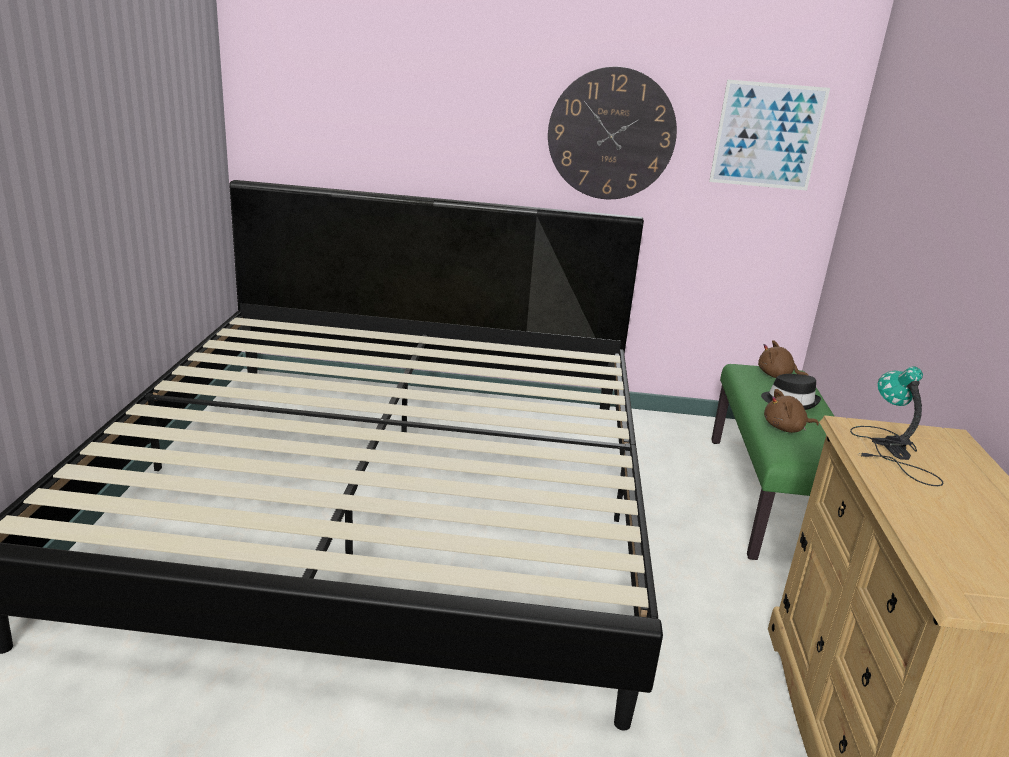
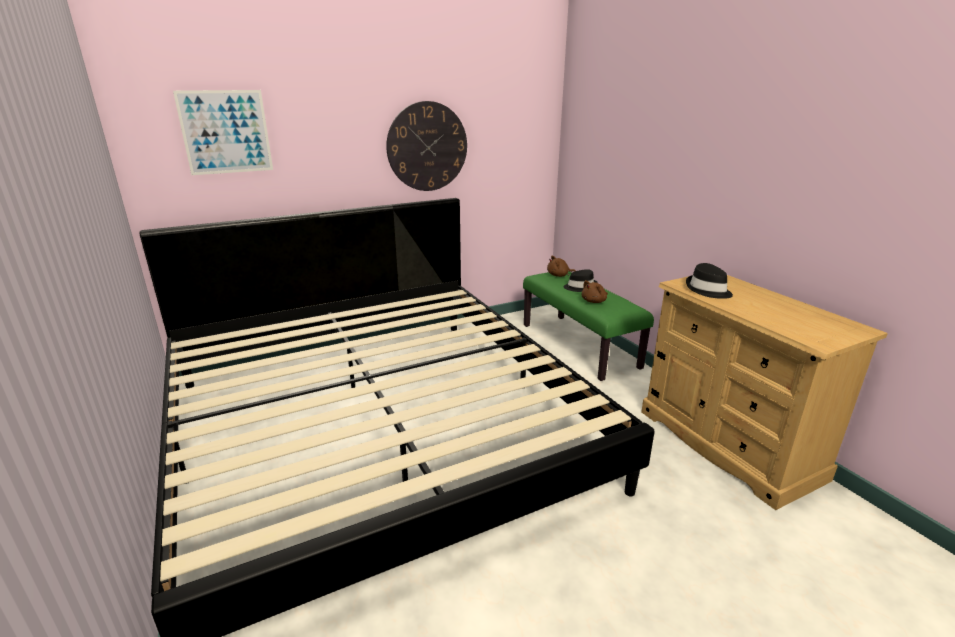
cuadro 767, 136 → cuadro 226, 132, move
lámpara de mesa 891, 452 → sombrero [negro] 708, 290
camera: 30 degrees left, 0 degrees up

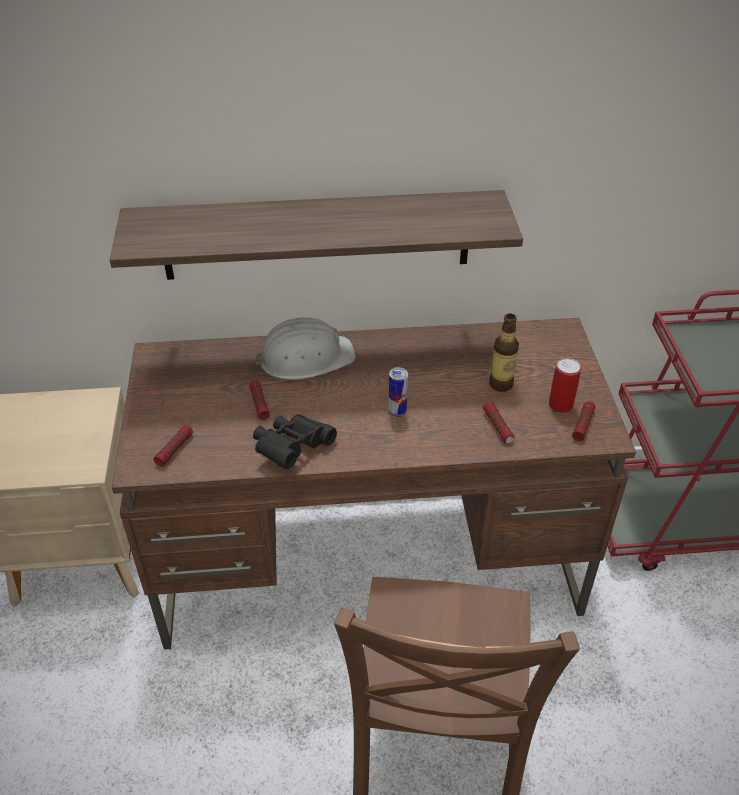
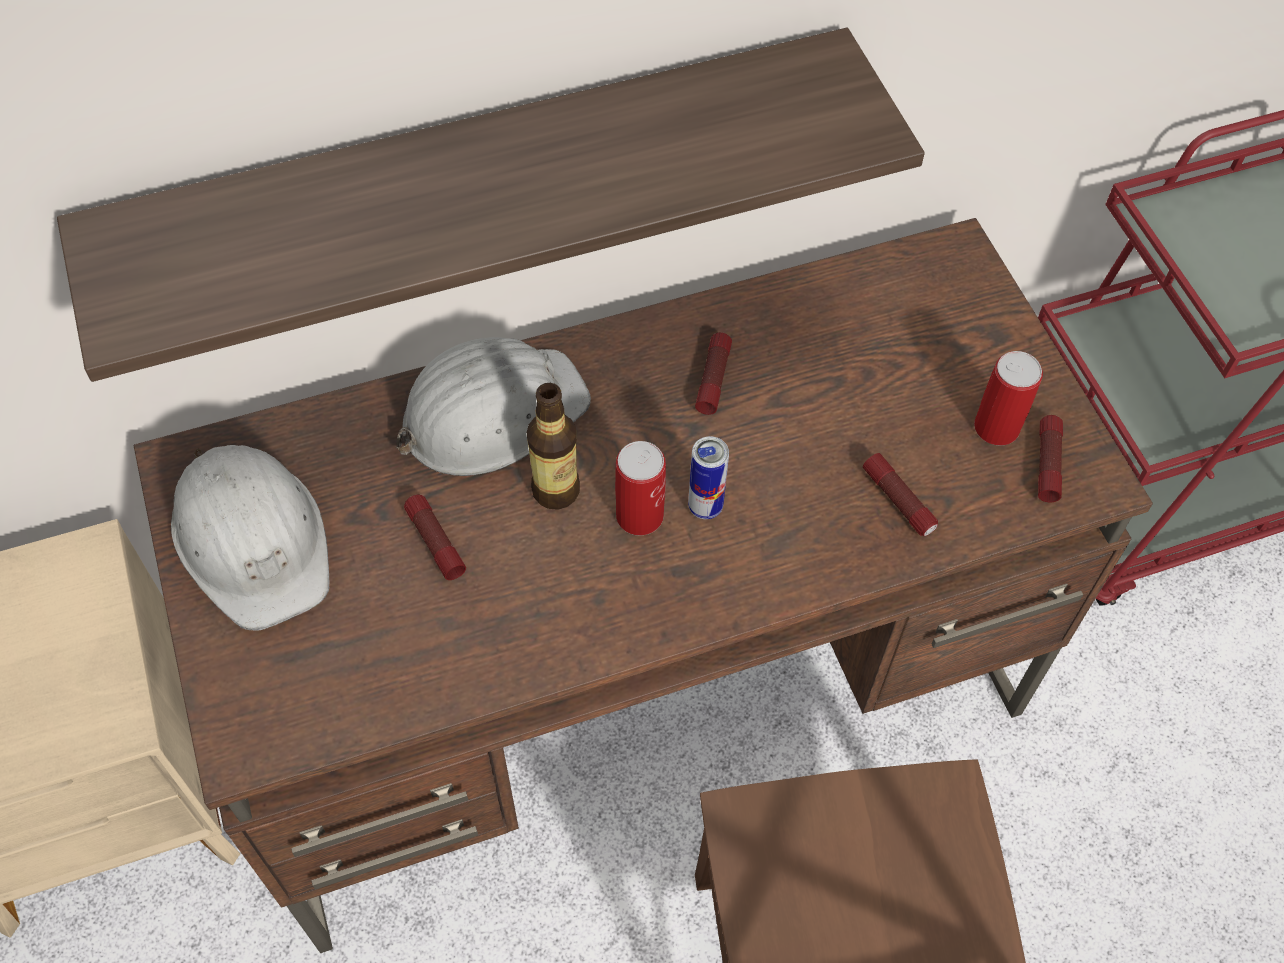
prismáticos [negro] 292, 449 → -
- → casco [blanco] 254, 539
- → lata 639, 515
linterna 174, 449 → linterna 713, 379, move
botella 501, 384 → botella 556, 490, move
camera: 15 degrees left, 15 degrees up

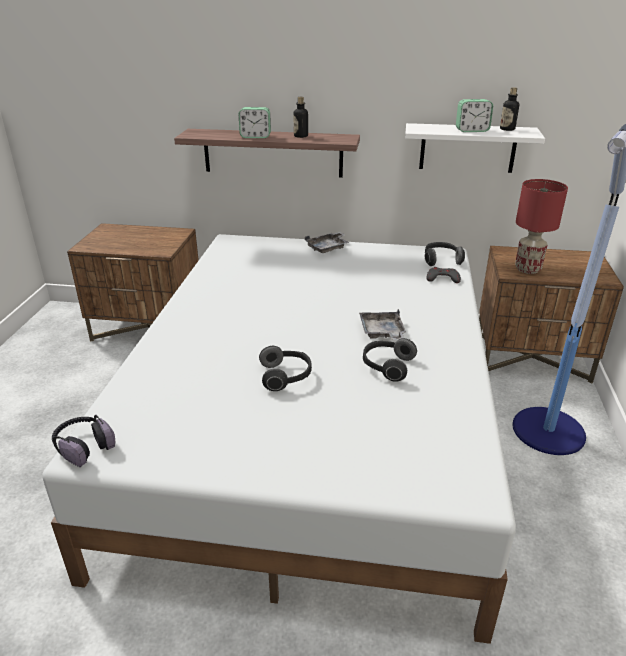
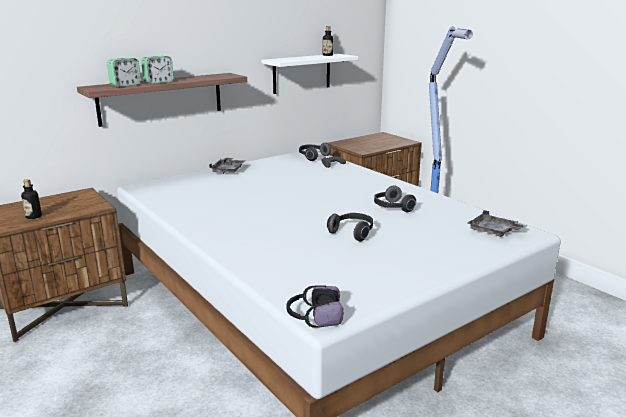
lámpara de mesa [rojo] 527, 269 → -
botella 301, 136 → botella 33, 216, move
bandeja [gris] 382, 332 → bandeja [gris] 494, 231, move
despertador 472, 130 → despertador 125, 85, move
camera: 45 degrees left, 10 degrees down

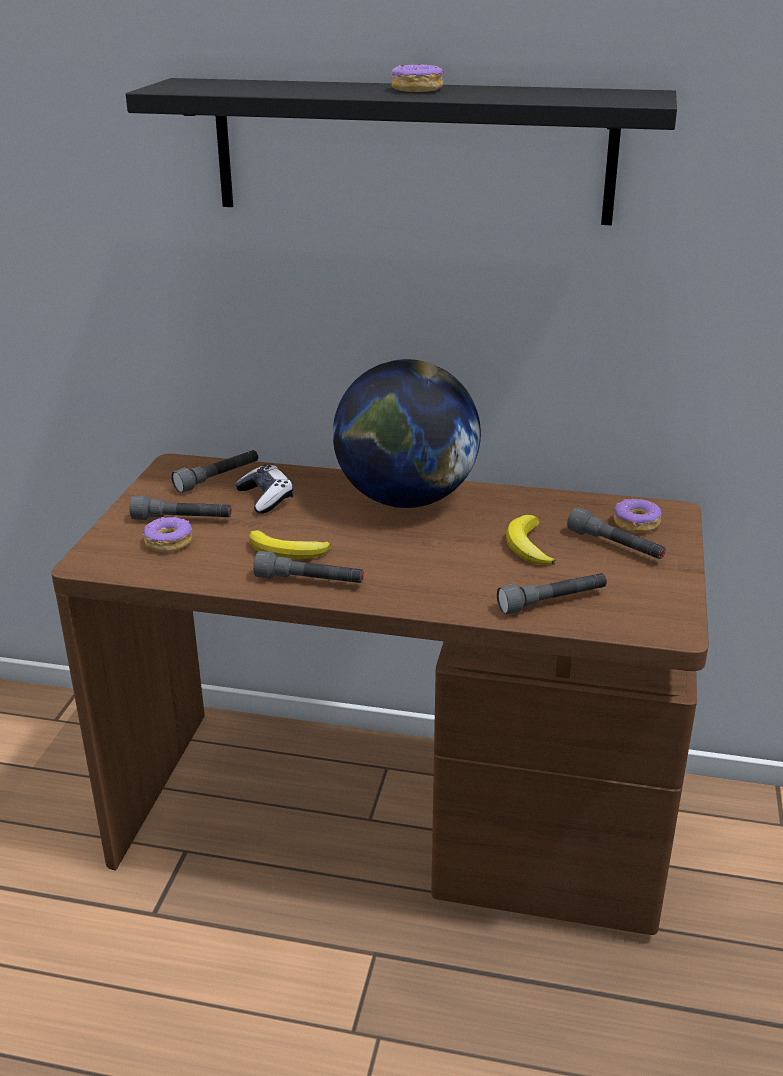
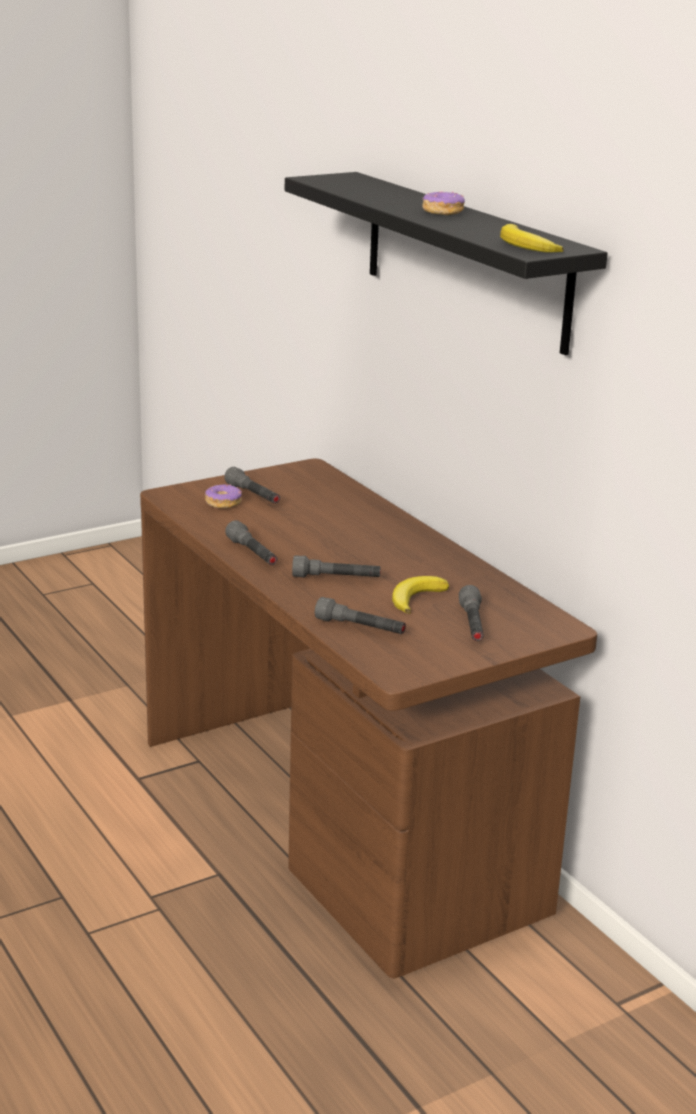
mando de consola 266, 498 → -
globo terráqueo 405, 499 → -
rosquilla 636, 524 → -
linterna [gris] 218, 478 → linterna [gris] 336, 578, move
plátano 288, 552 → plátano 526, 246, move
camera: 45 degrees right, 5 degrees down

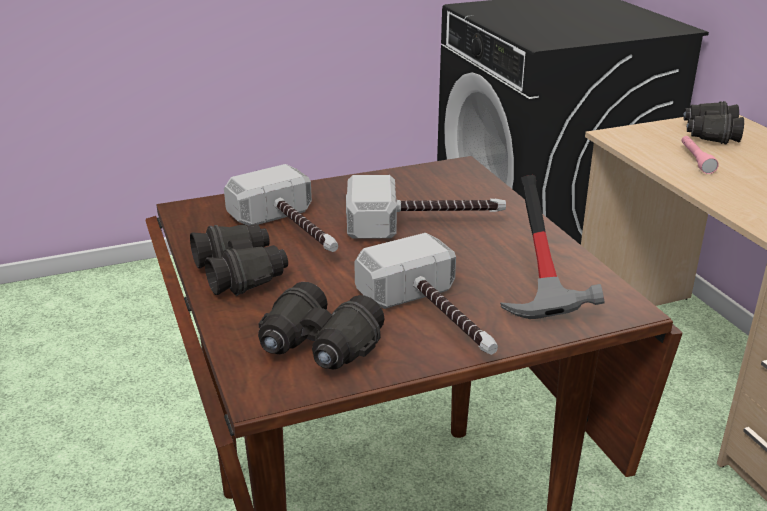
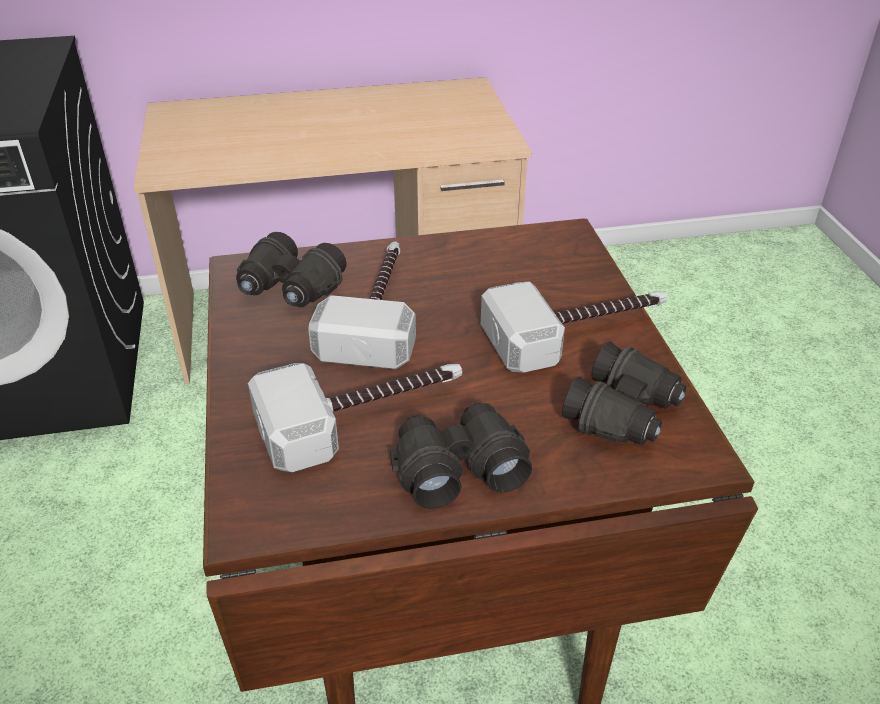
martillo 545, 283 → -
linterna [rosa] 695, 160 → -
prismáticos [negro] 709, 134 → prismáticos [negro] 290, 289, move
camera: 80 degrees left, 10 degrees up

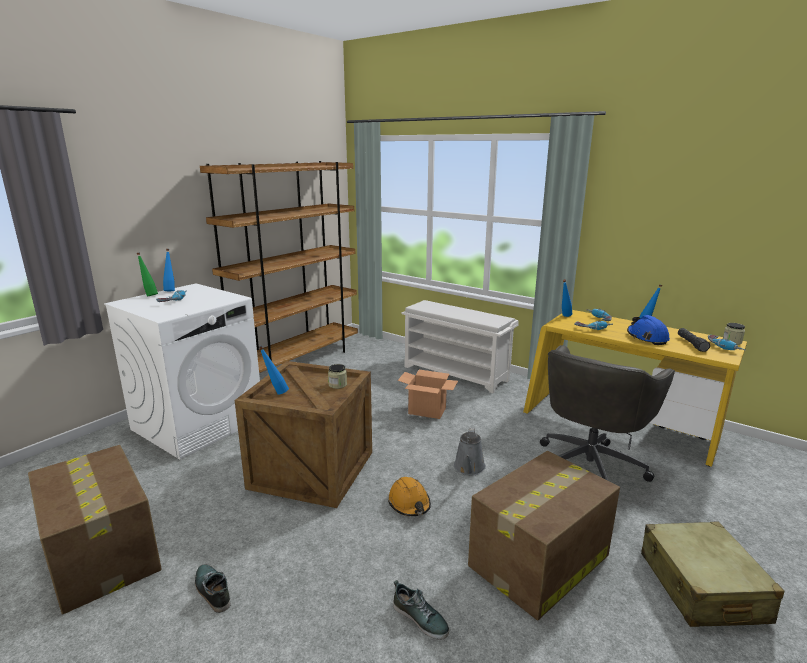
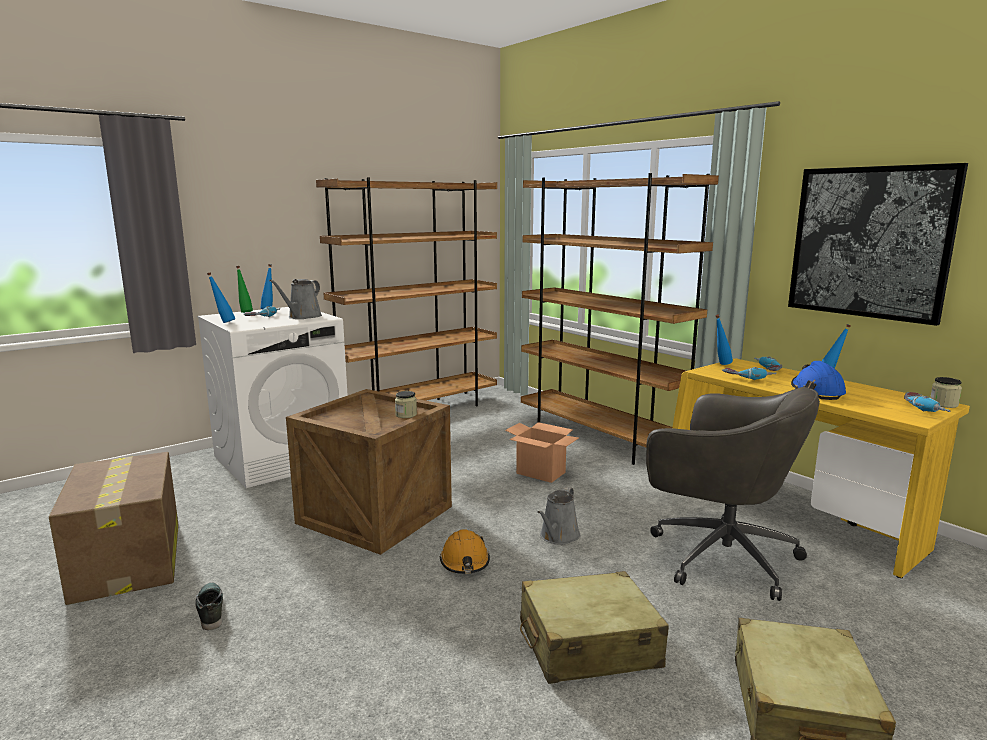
zapato 420, 618 → -
linterna [negro] 691, 344 → -
- → regadera [gris] 302, 317
- → cuadro 869, 242
botella [azul] 275, 393 → botella [azul] 223, 322, move
zapatero [blanco] 456, 373 → estantería [marrón] 600, 438
caja de cartón 538, 561 → maleta [beis] 588, 645
silla de oficina [gris] 590, 467 → silla de oficina [gris] 719, 556, 105 degrees counterclockwise
camera: 15 degrees right, 5 degrees down

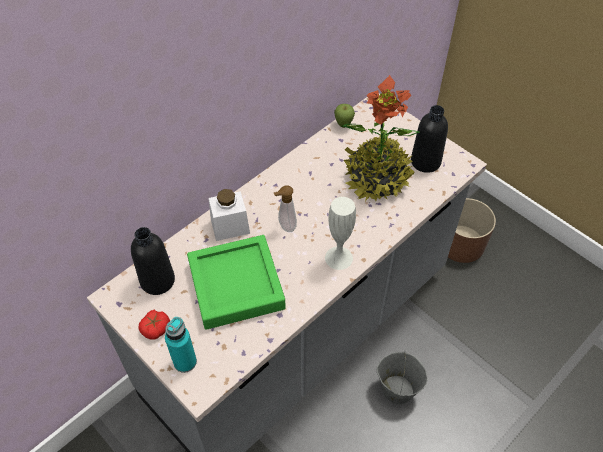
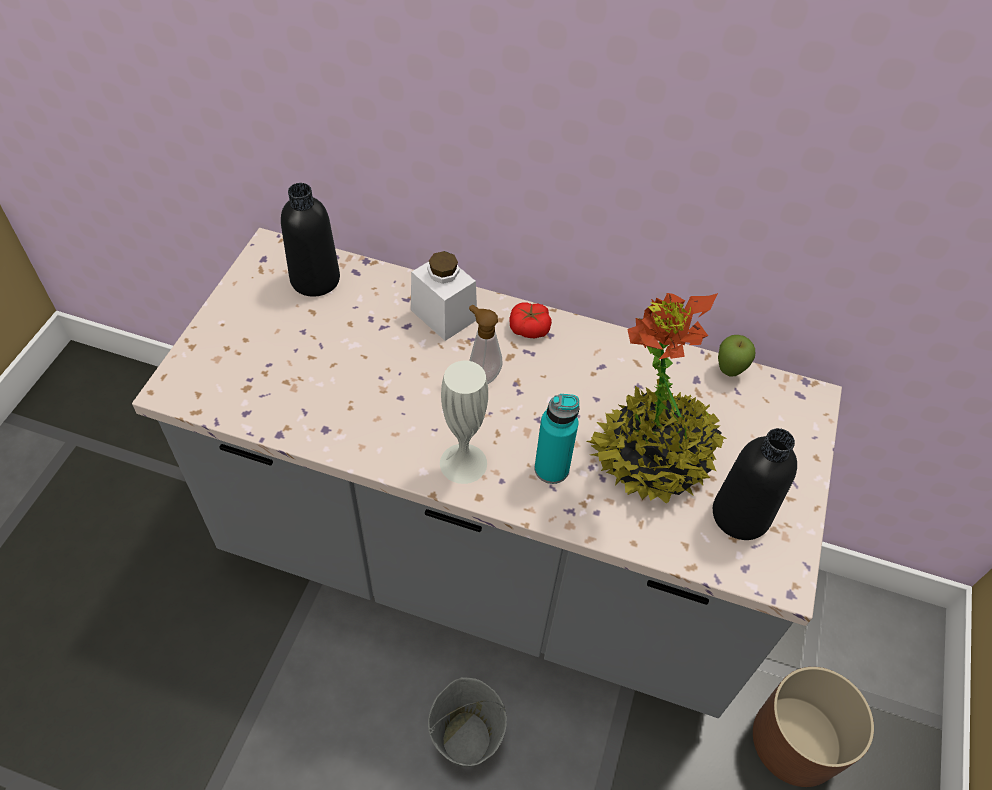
bandeja [verde] 236, 286 → -
tomate 156, 328 → tomate 529, 328, move
botella [turquesa] 185, 362 → botella [turquesa] 551, 469, move
camera: 60 degrees right, 0 degrees up

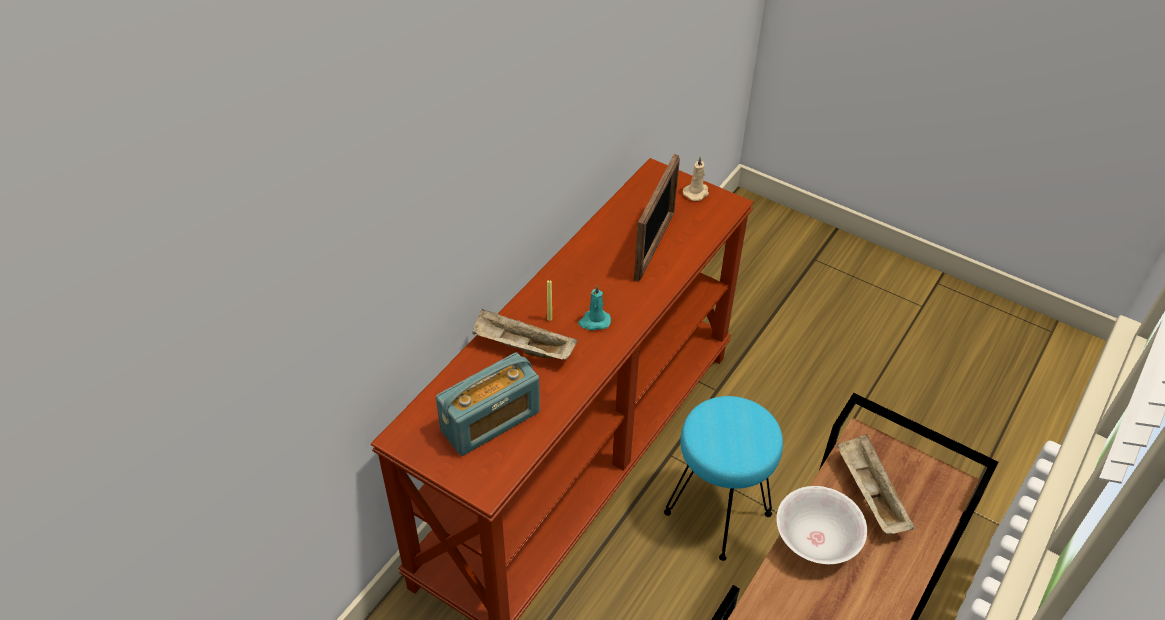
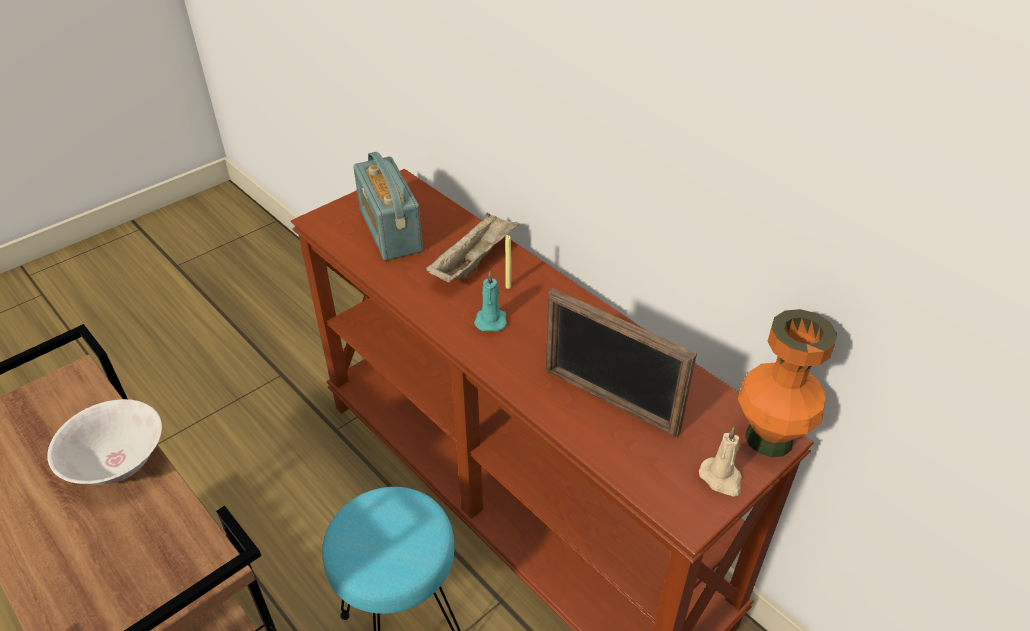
bandeja [beis] 869, 494 → -
- → florero [naranja] 769, 438
camera: 105 degrees right, 5 degrees down

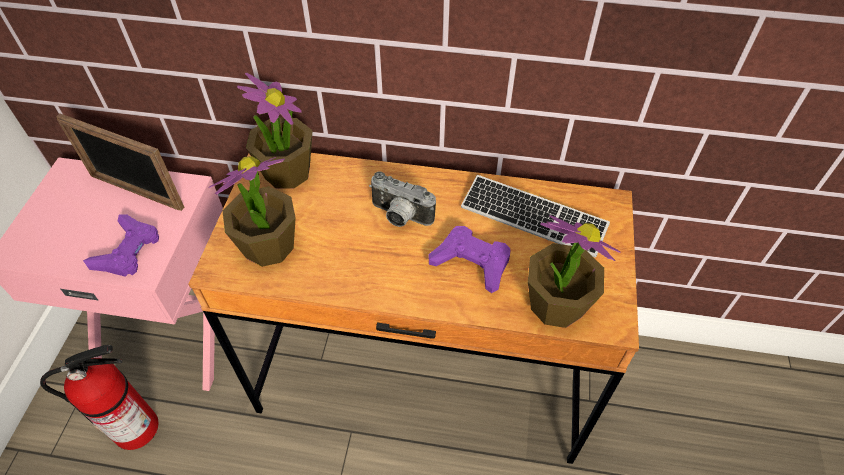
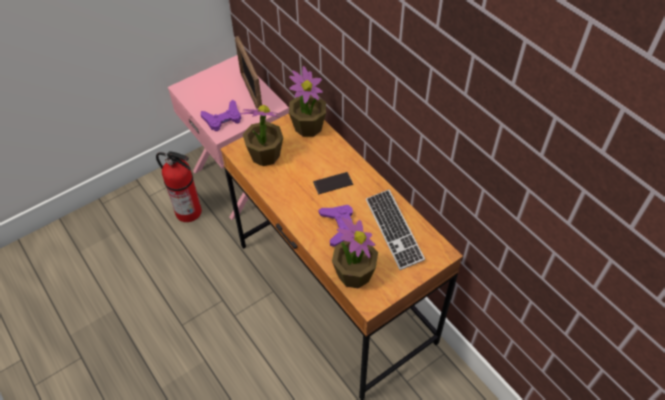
cámara 399, 217 → móvil 333, 183
camera: 45 degrees right, 0 degrees up

